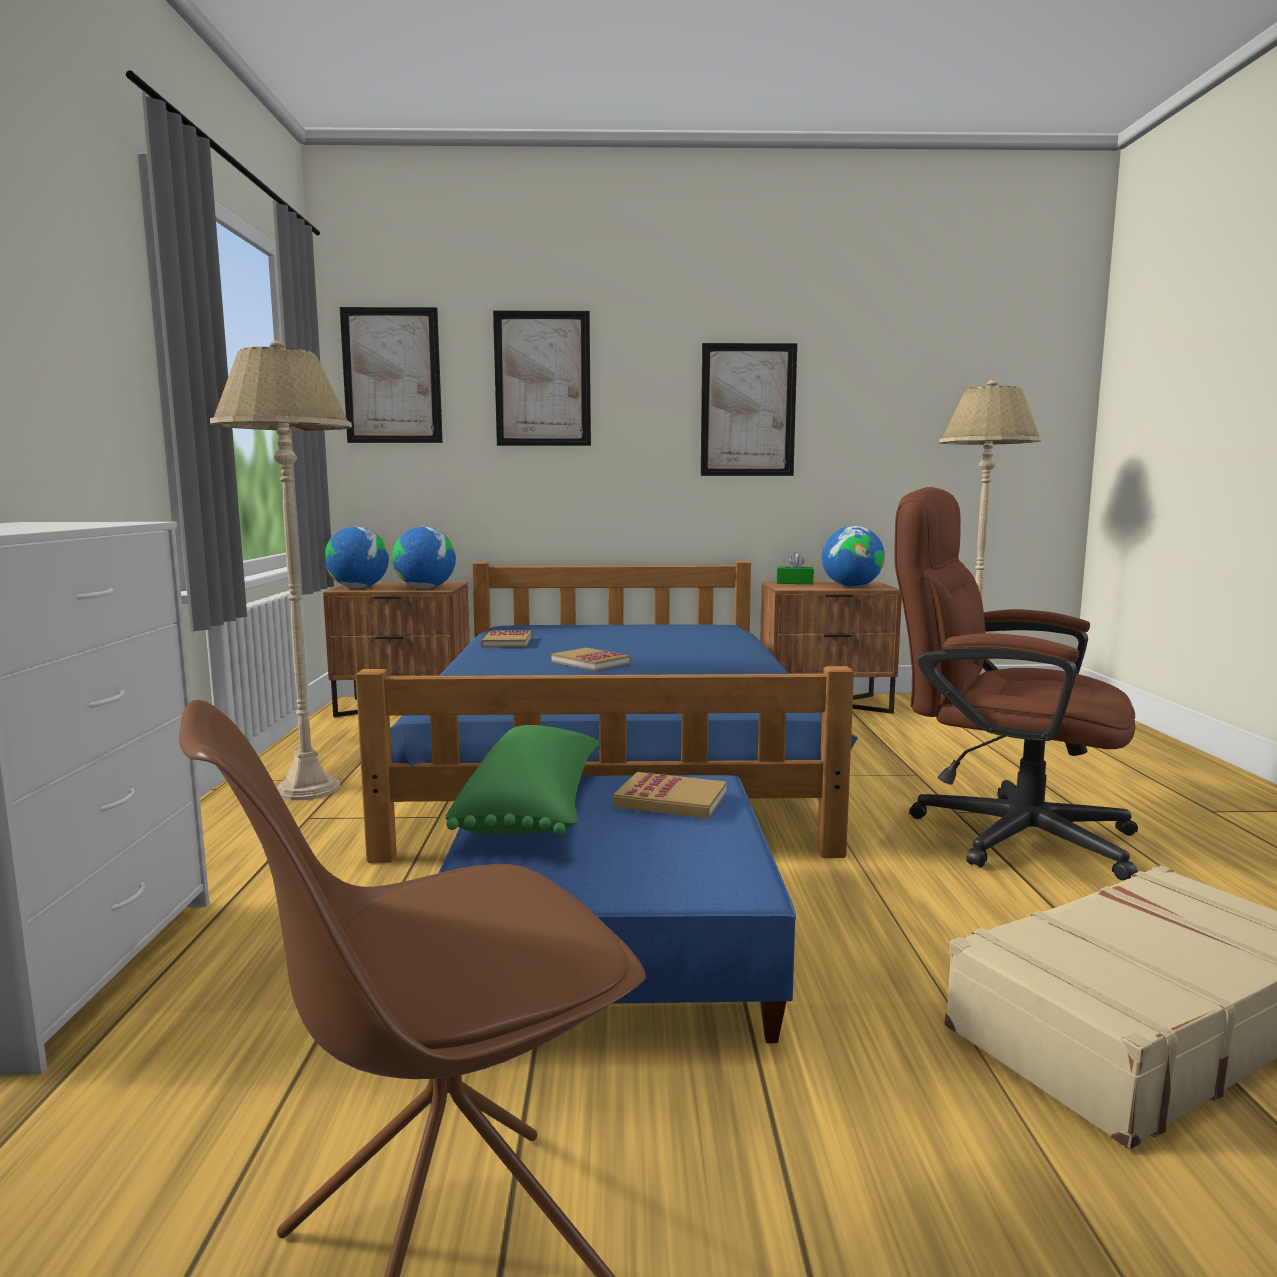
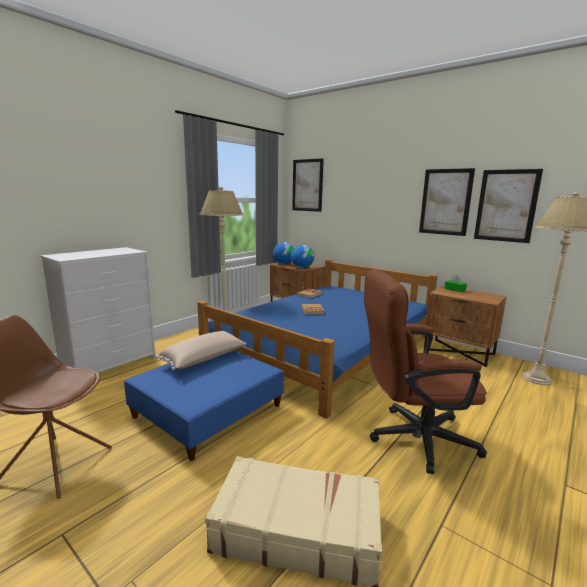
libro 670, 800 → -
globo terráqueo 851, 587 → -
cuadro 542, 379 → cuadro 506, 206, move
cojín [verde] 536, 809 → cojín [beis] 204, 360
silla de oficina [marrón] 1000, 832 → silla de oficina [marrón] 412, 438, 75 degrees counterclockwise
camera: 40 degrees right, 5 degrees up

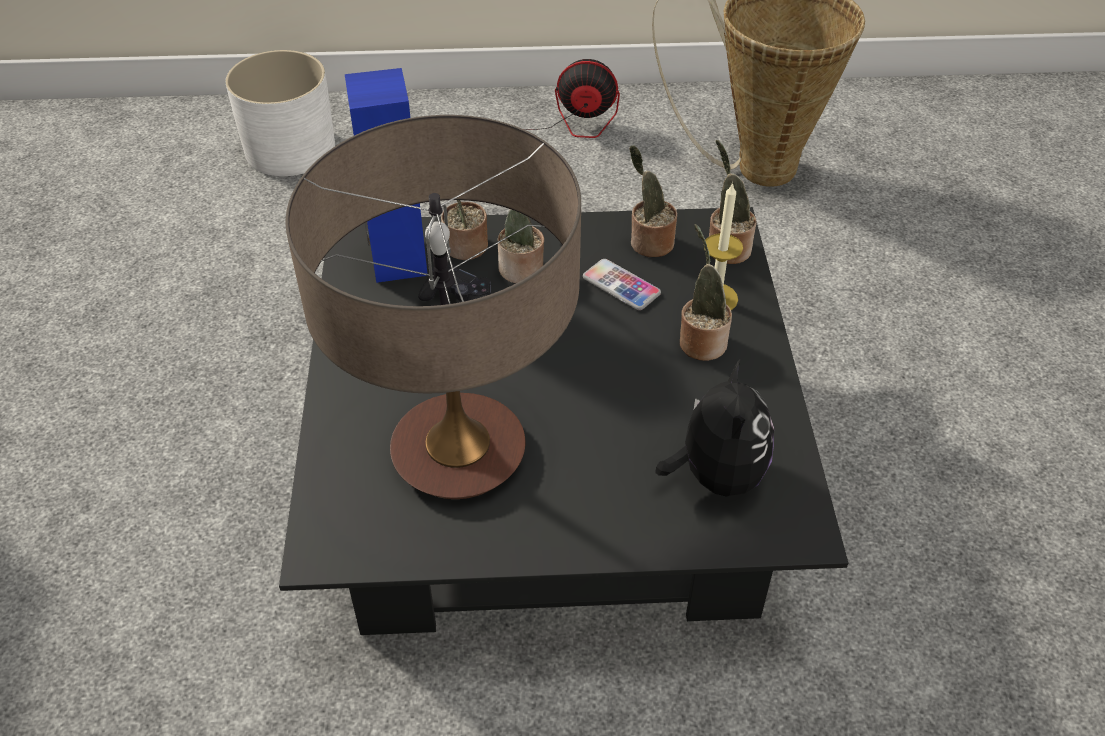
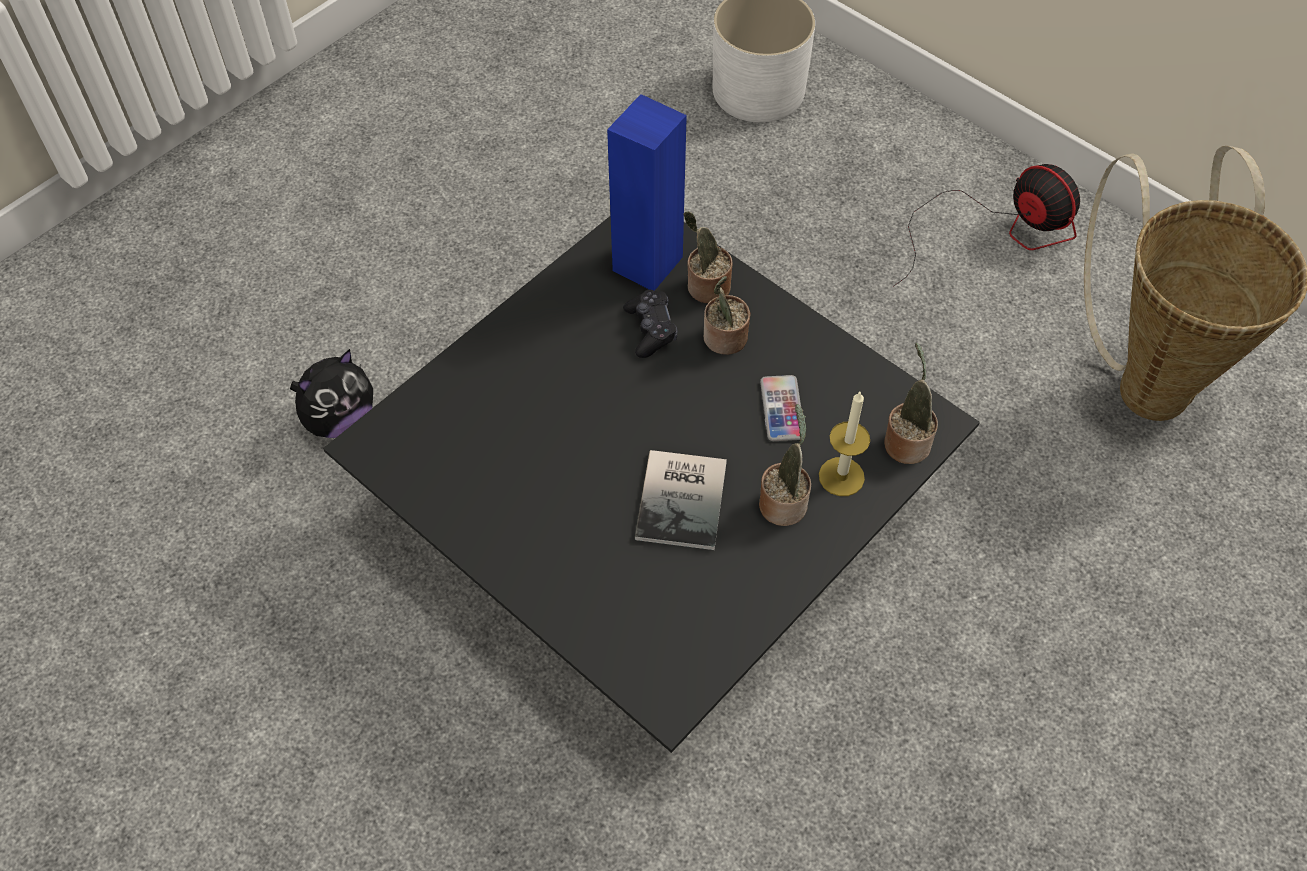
lámpara de mesa 459, 453 → -
planta en maceta 648, 243 → -
- → libro 685, 498
peluche 716, 475 → peluche 339, 419, move
camera: 45 degrees right, 10 degrees up

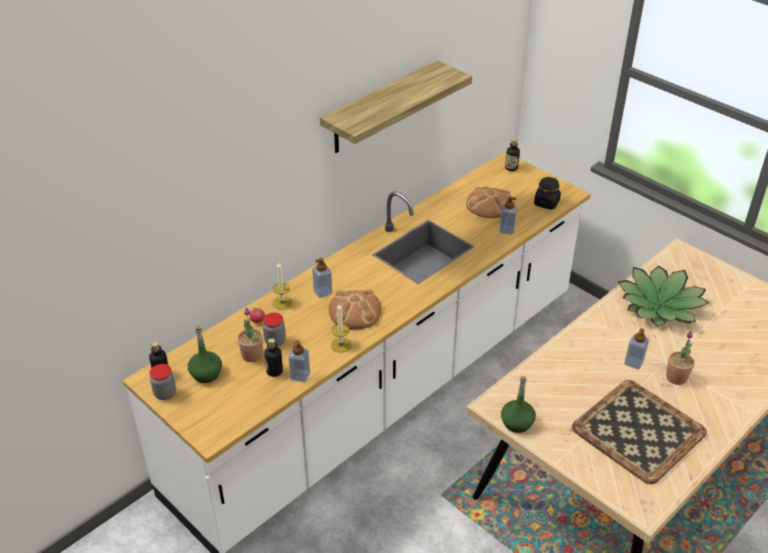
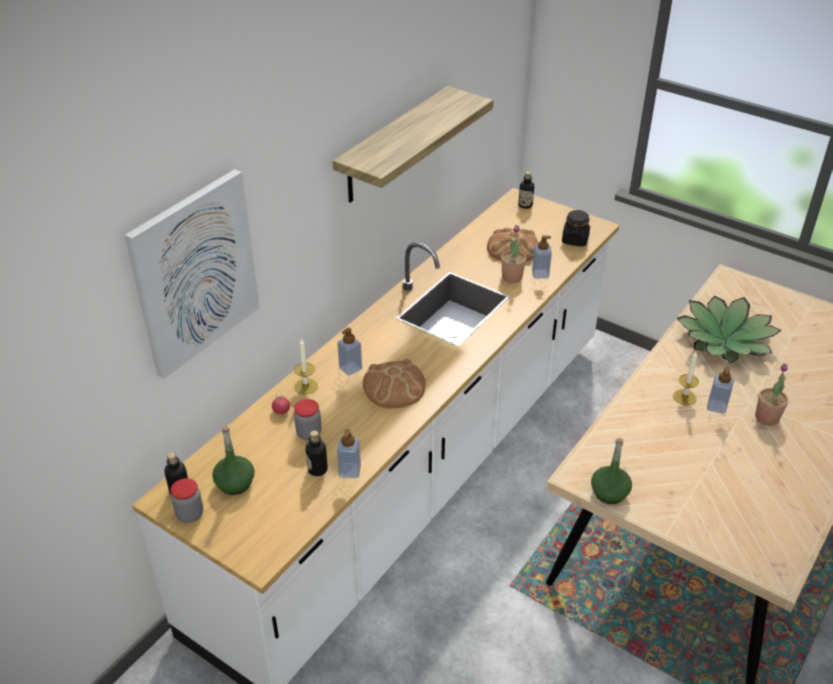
bandeja 638, 429 → -
- → cuadro 195, 273
planta en maceta 252, 355 → planta en maceta 512, 277, move
vela 341, 345 → vela 684, 397, move
camera: 10 degrees left, 0 degrees up

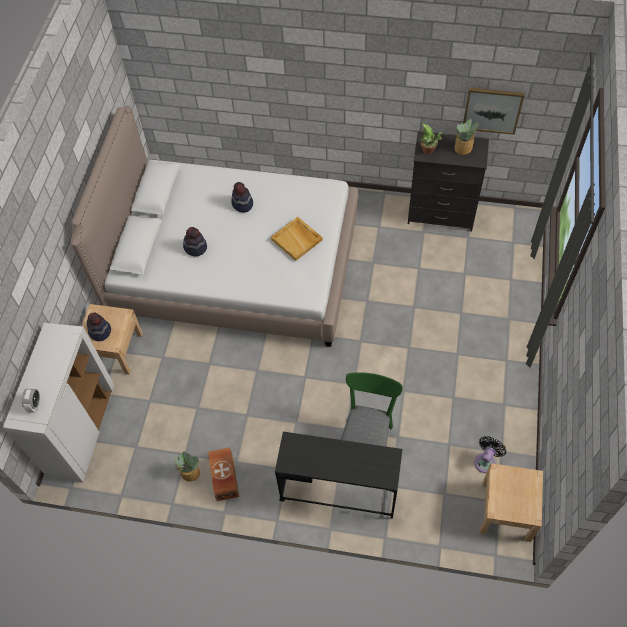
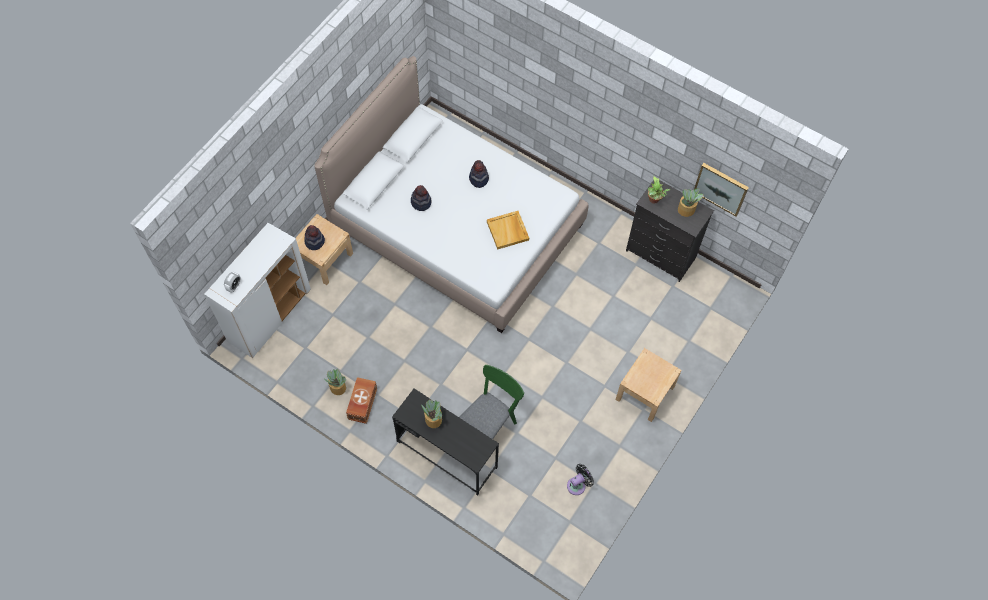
- → planta en maceta 433, 420
mesita de noche [beis] 506, 511 → mesita de noche [beis] 645, 393, move
camera: 20 degrees right, 5 degrees up

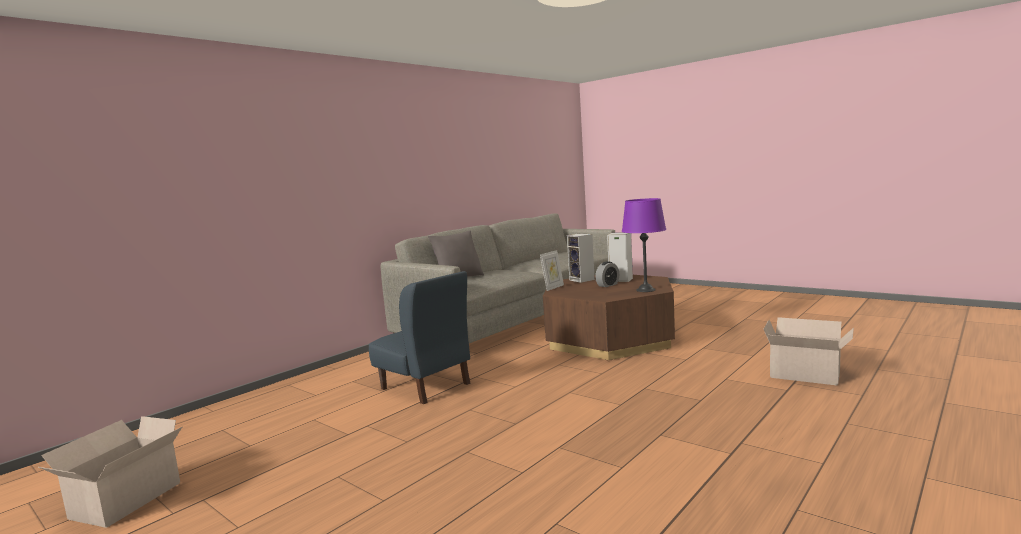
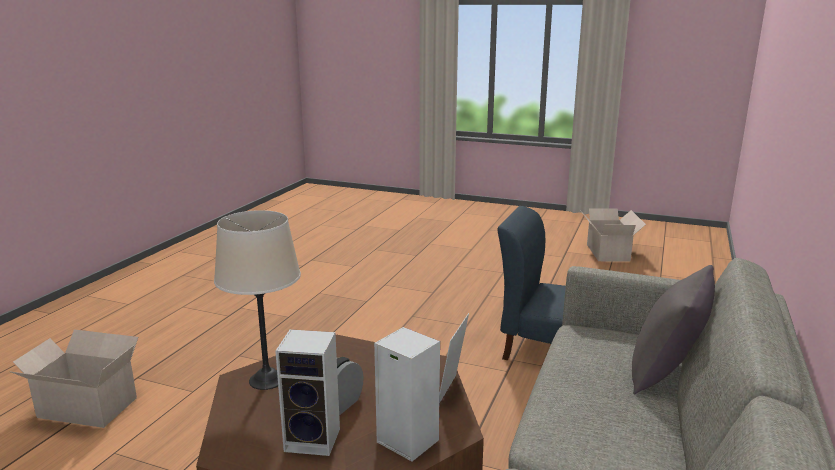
lámpara de mesa [morado] 646, 290 → lámpara de mesa [beis] 266, 380
camera: 160 degrees right, 10 degrees up

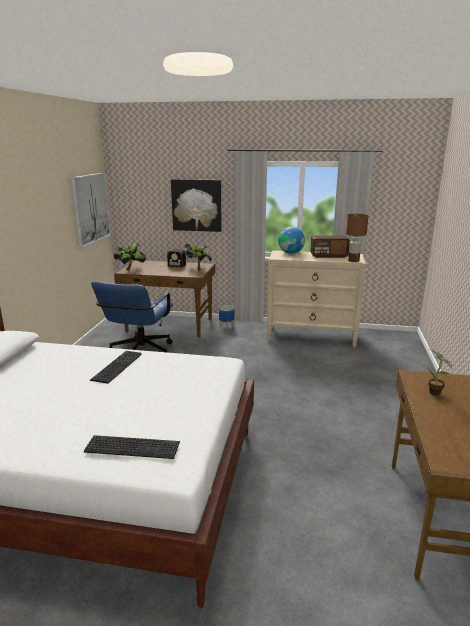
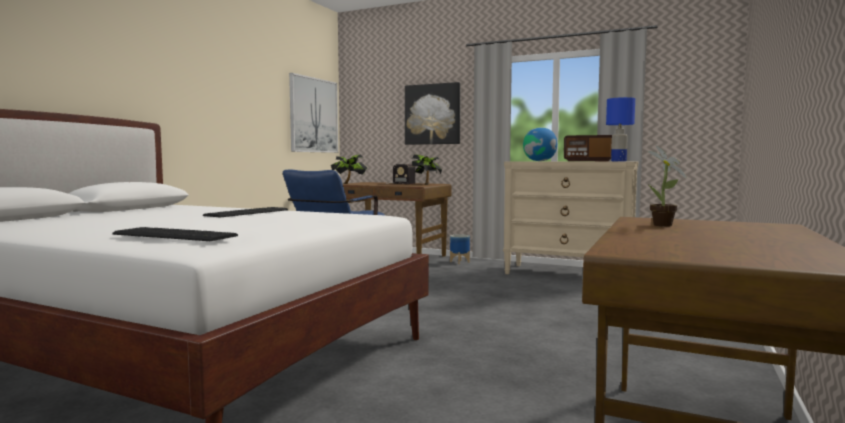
lámpara de mesa [marrón] 353, 261 → lámpara de mesa [azul] 618, 161
camera: 15 degrees right, 15 degrees down

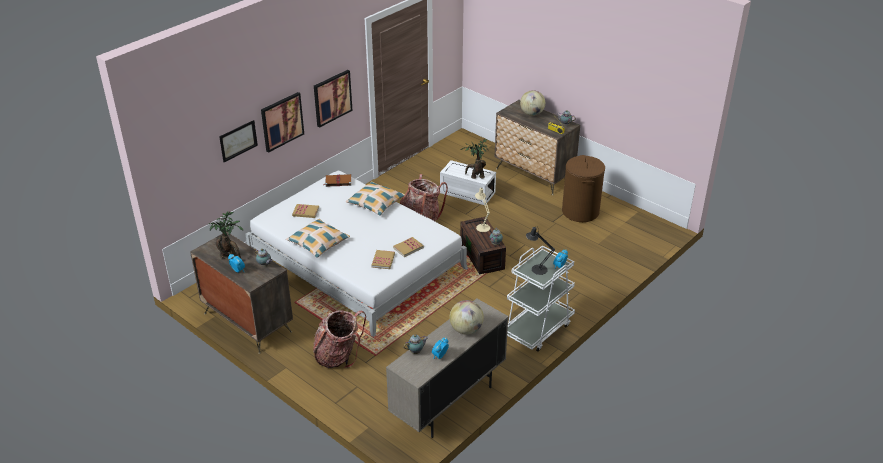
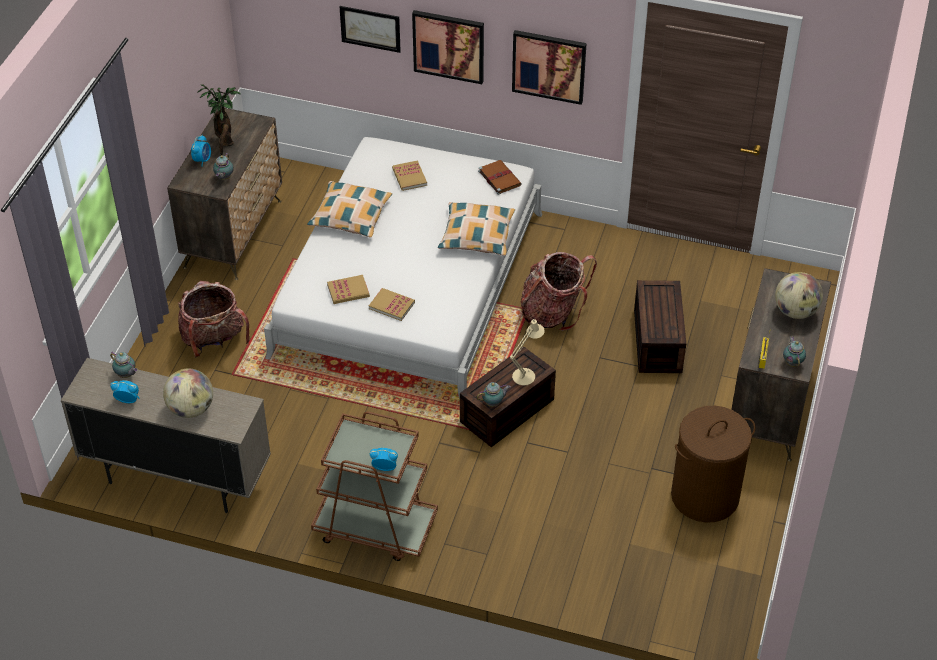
planta en maceta 475, 176 → -
lámpara de mesa [negro] 537, 269 → -
caja de almacenaje [blanco] 466, 193 → caja de almacenaje [marrón] 656, 340
carrito [blanco] 537, 328 → carrito [marrón] 374, 527
camera: 65 degrees right, 10 degrees up

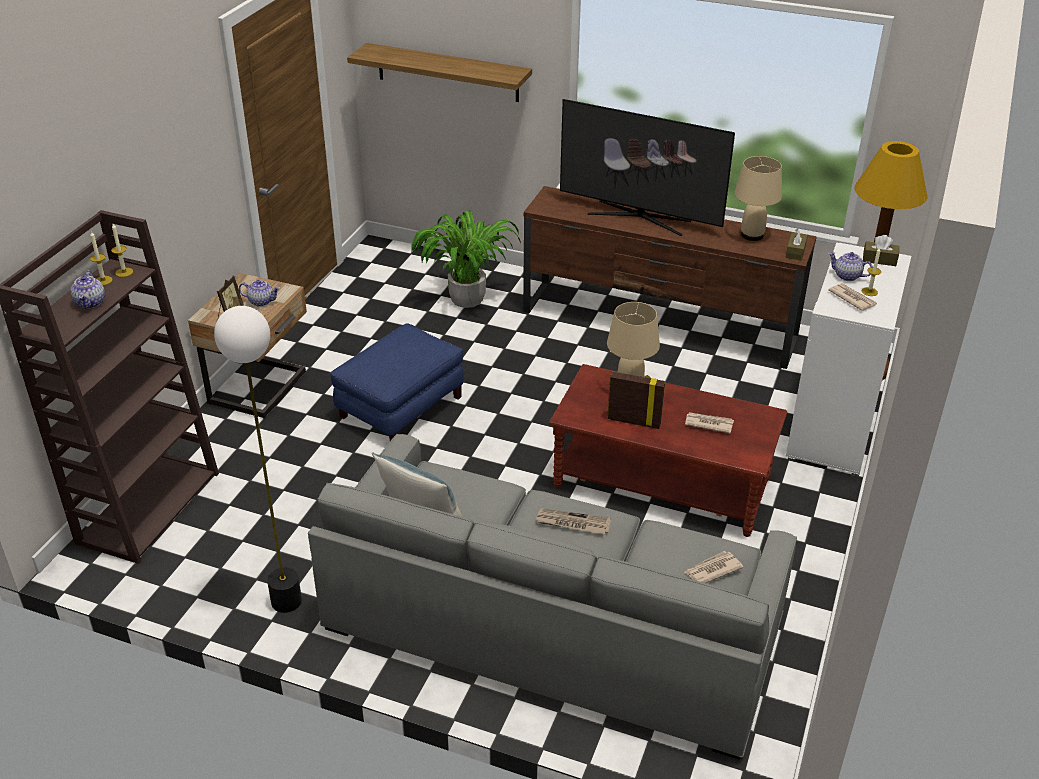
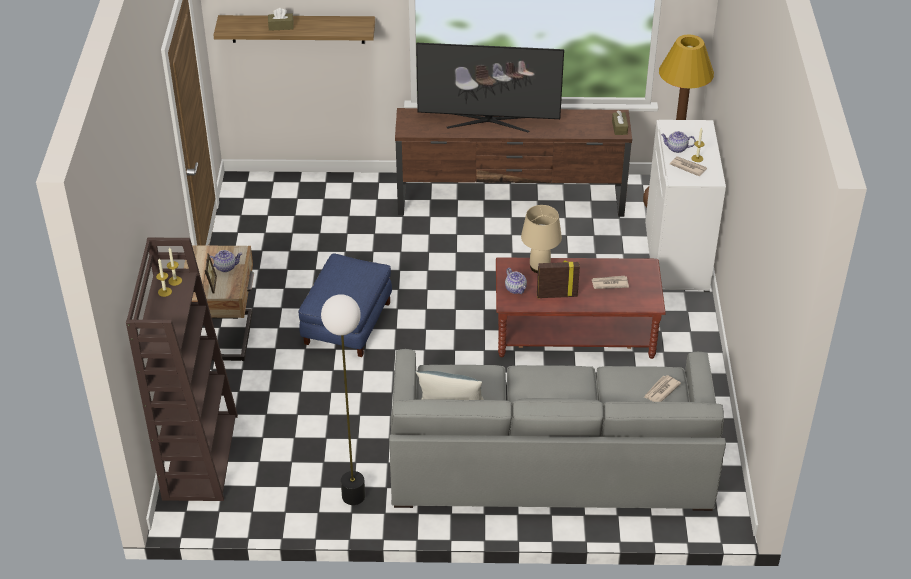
planta en maceta 467, 299 → -
periódico 572, 523 → -
lámpara de mesa [beis] 752, 235 → -
tetera 90, 303 → tetera 516, 289, move
caja de pañuelos [marrón] 879, 259 → caja de pañuelos [marrón] 281, 26, move
camera: 20 degrees left, 5 degrees up

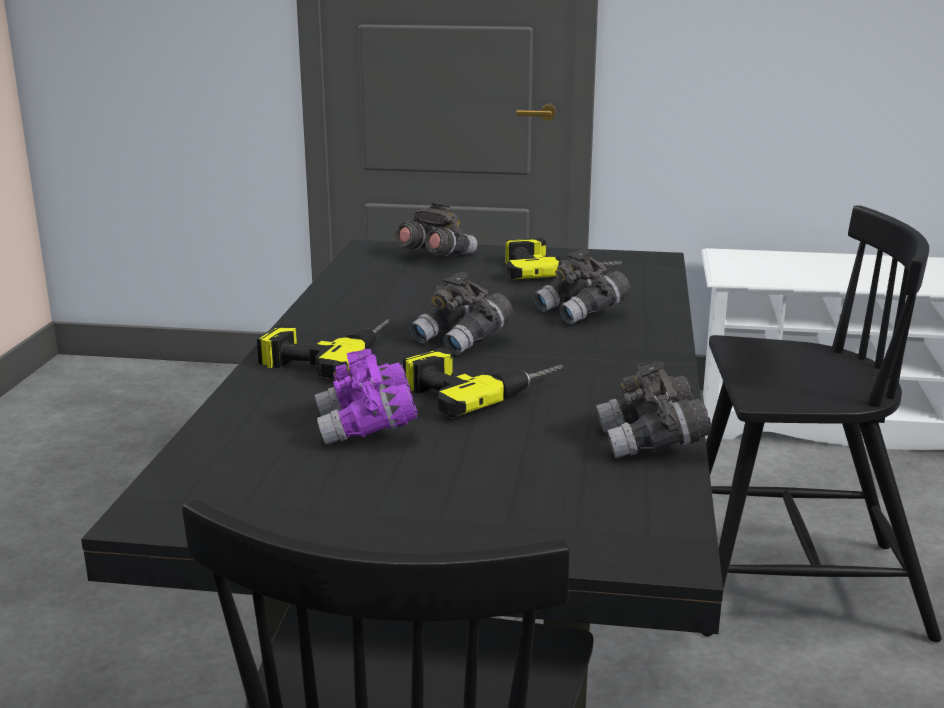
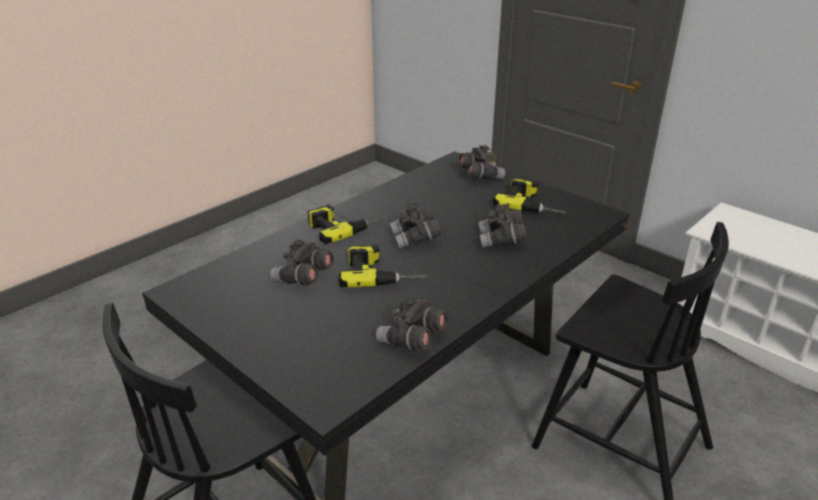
prismáticos [morado] 367, 428 → prismáticos [gris] 303, 278
camera: 35 degrees right, 10 degrees up

